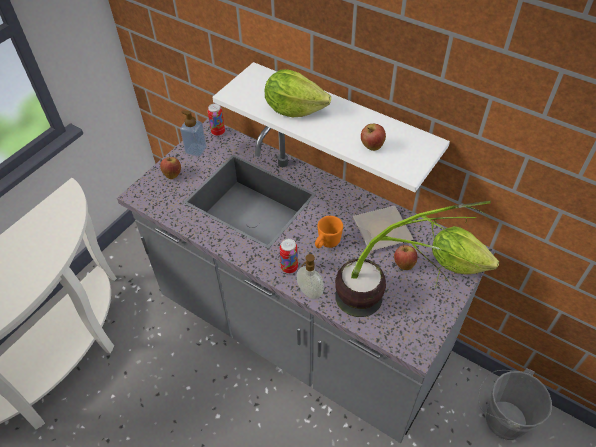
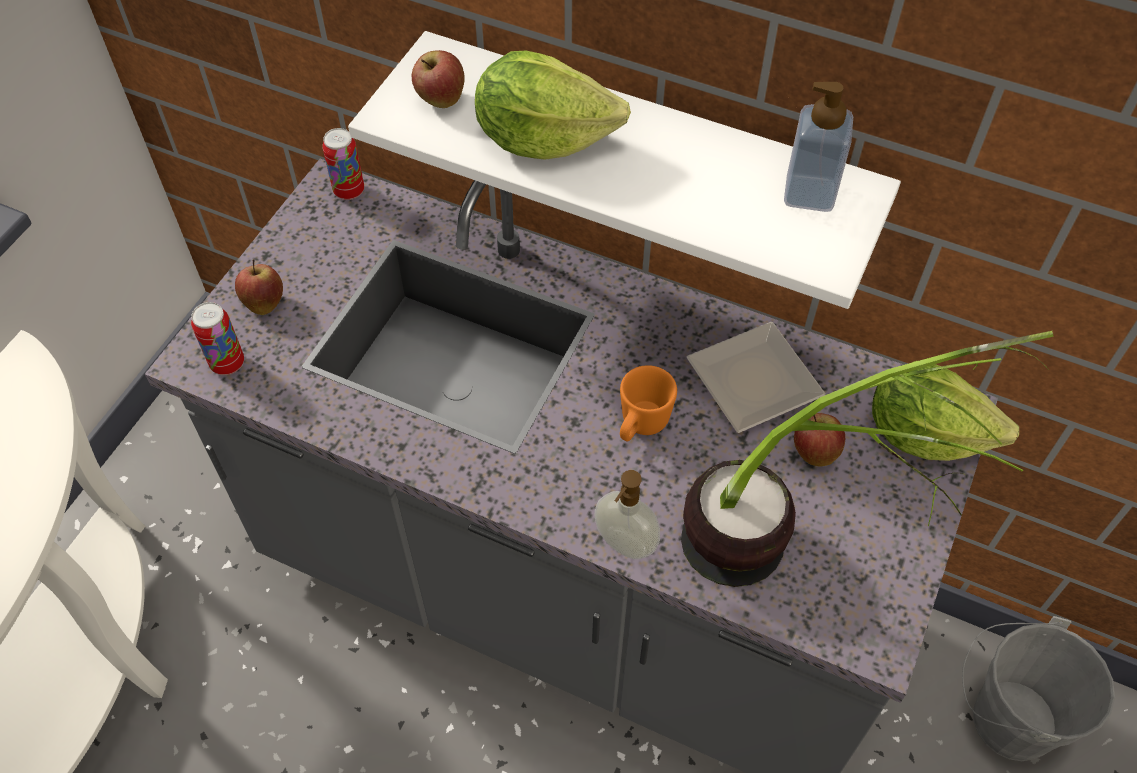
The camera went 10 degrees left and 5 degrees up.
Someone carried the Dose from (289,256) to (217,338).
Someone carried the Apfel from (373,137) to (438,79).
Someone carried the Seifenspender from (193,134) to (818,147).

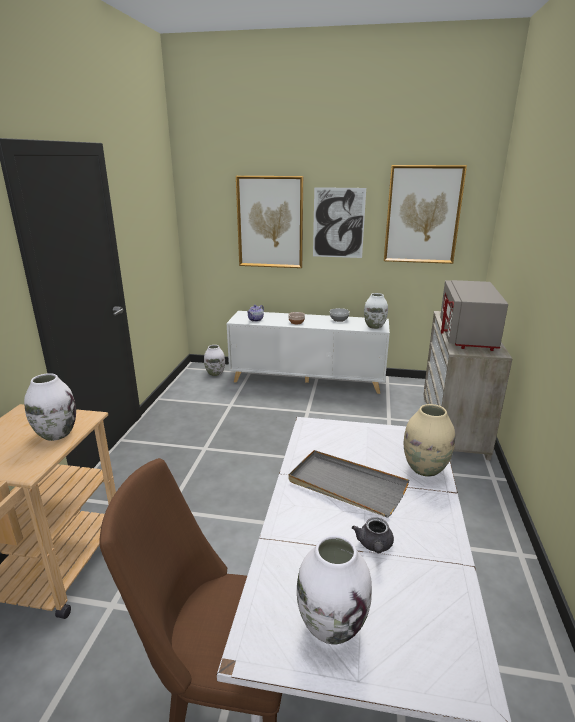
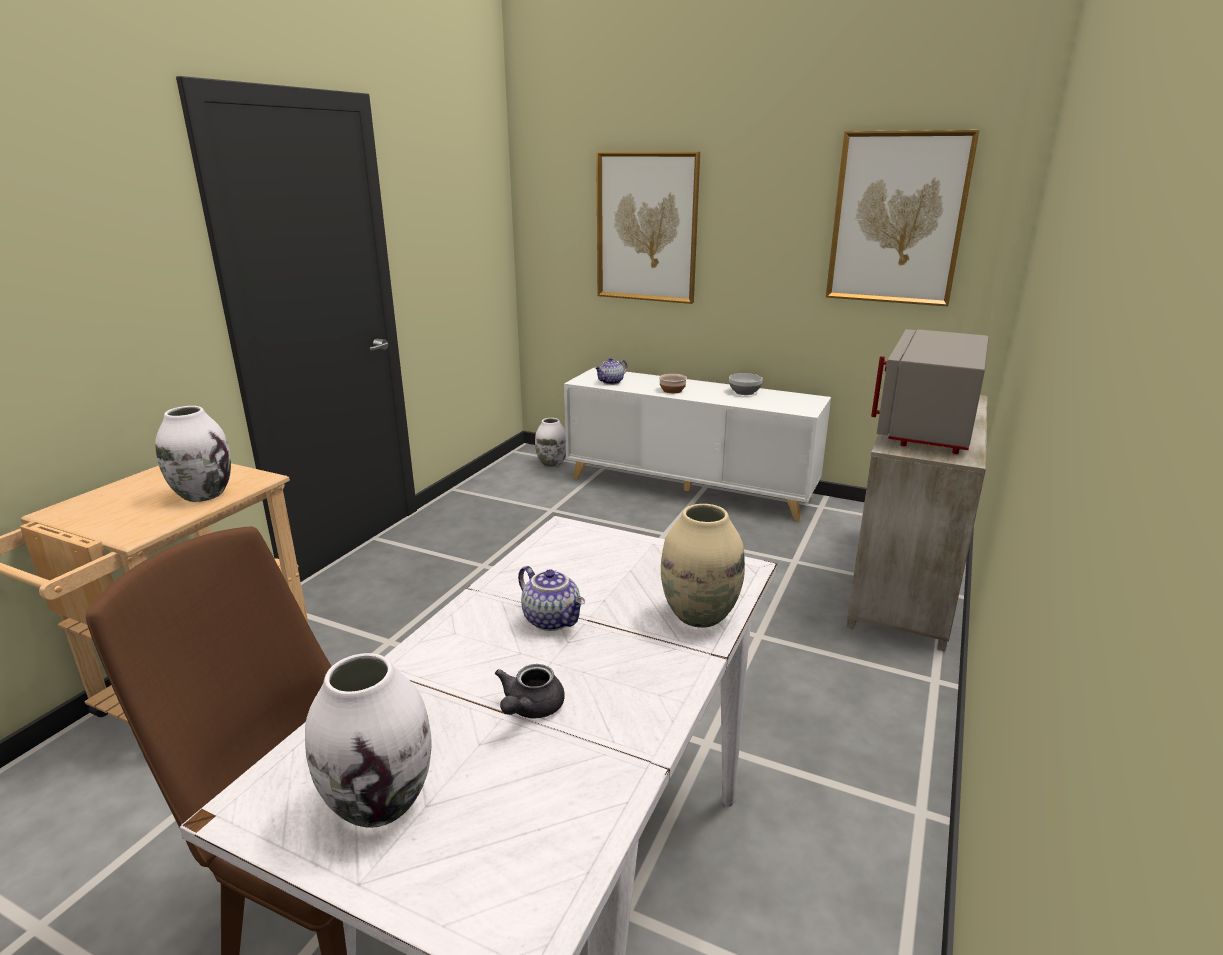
The camera went 15 degrees right and 0 degrees up.
Someone swapped the Tablett [grau] at (349,484) for the Teekanne at (551,598).
Someone took away the Bild at (339,222).
Someone took away the Vase [weiß] at (376,311).

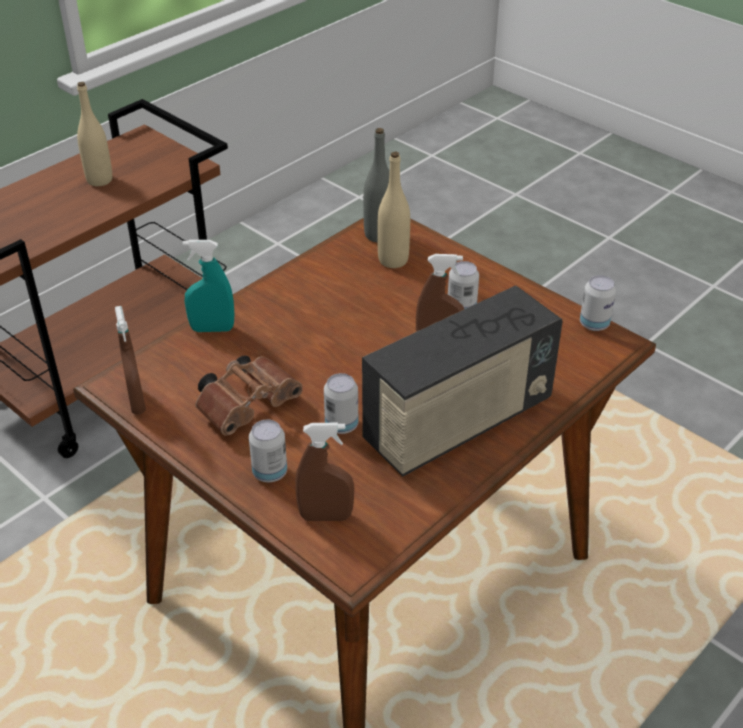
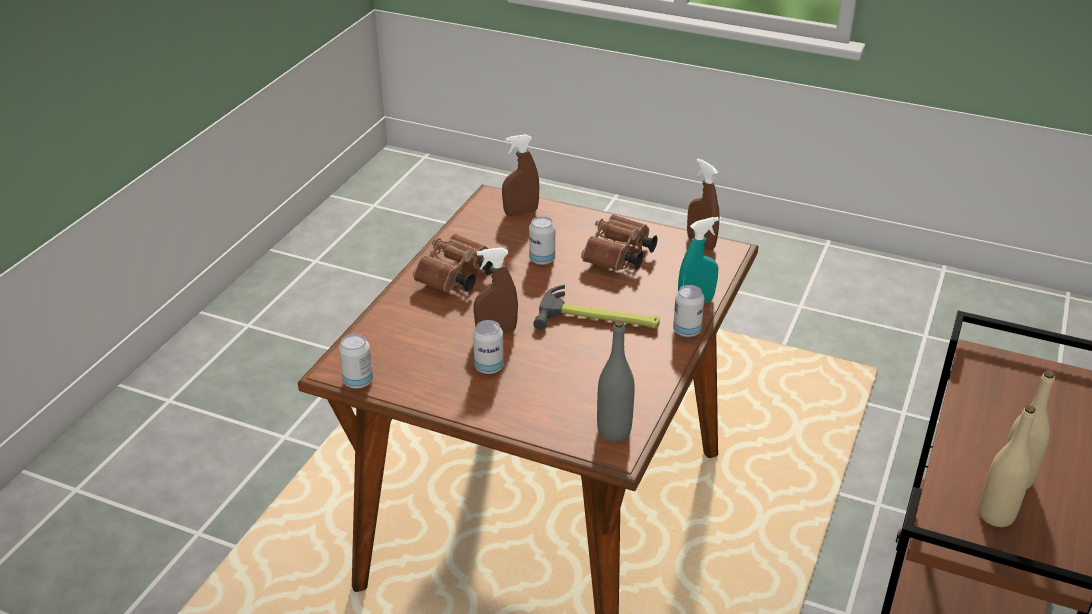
The camera went 160 degrees right and 5 degrees down.
Someone swapped the Radio at (462,381) for the Fernglas [braun] at (453,263).
Someone put down the Hammer at (596,307).
Someone carried the Dose from (268,451) to (688,311).
Someone carried the Flasche [beige] from (393,209) to (1007,466).

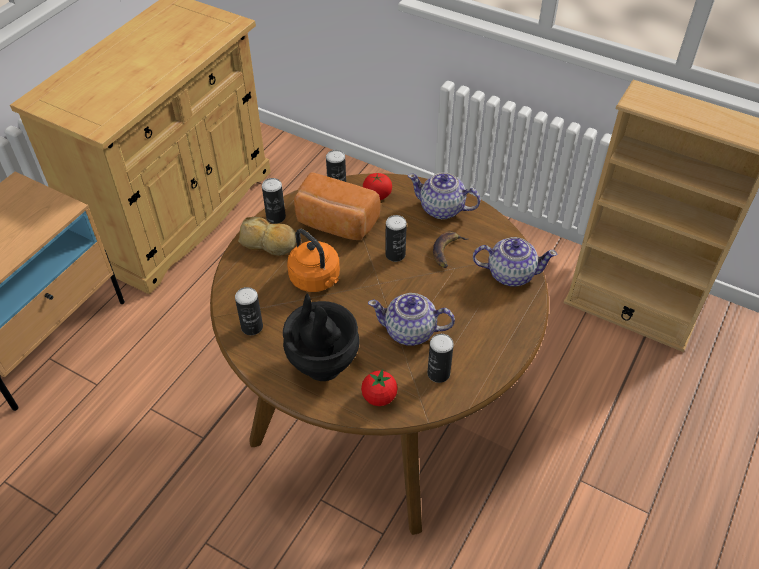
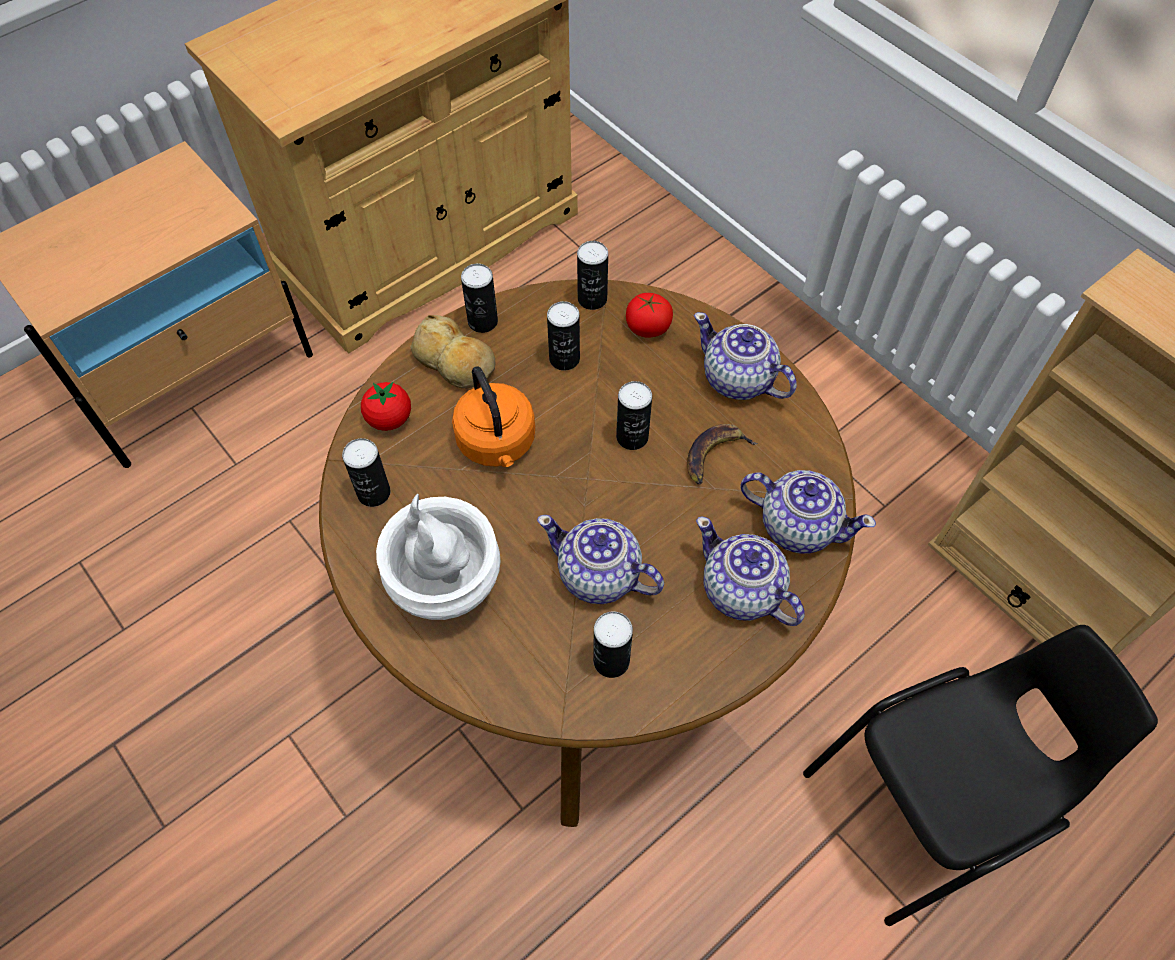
The camera went 20 degrees right and 10 degrees up.
Someone carried the Tomate from (379,387) to (386,406).
Someone repainted the Vase [schwarz] at (321,337), which became the Vase [weiß] at (438,557).
Someone swapped the Brot at (337,206) for the Dose at (563,336).
Someone put down the Teekanne at (750,571).
Someone put down the Stuhl [schwarz] at (980,775).

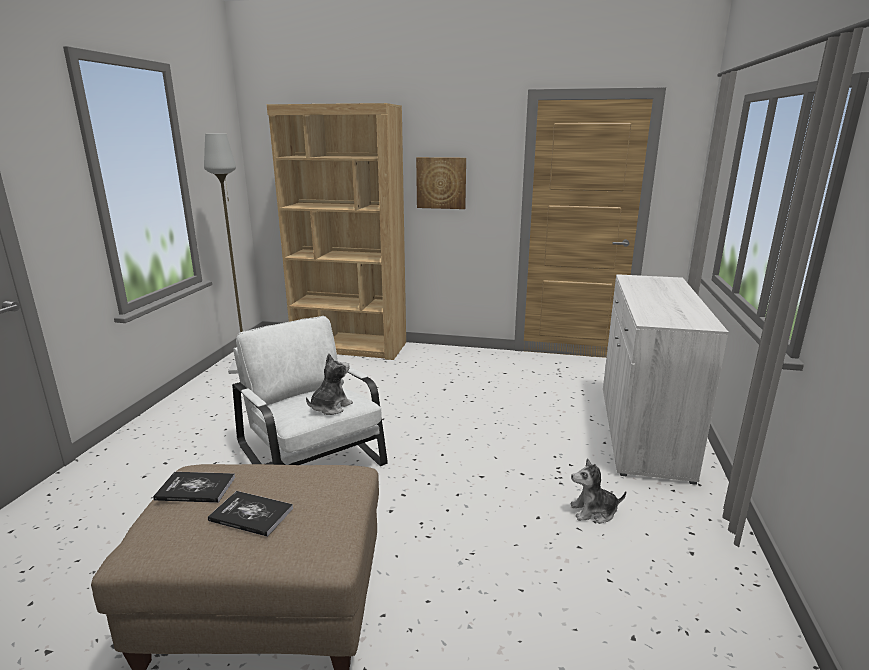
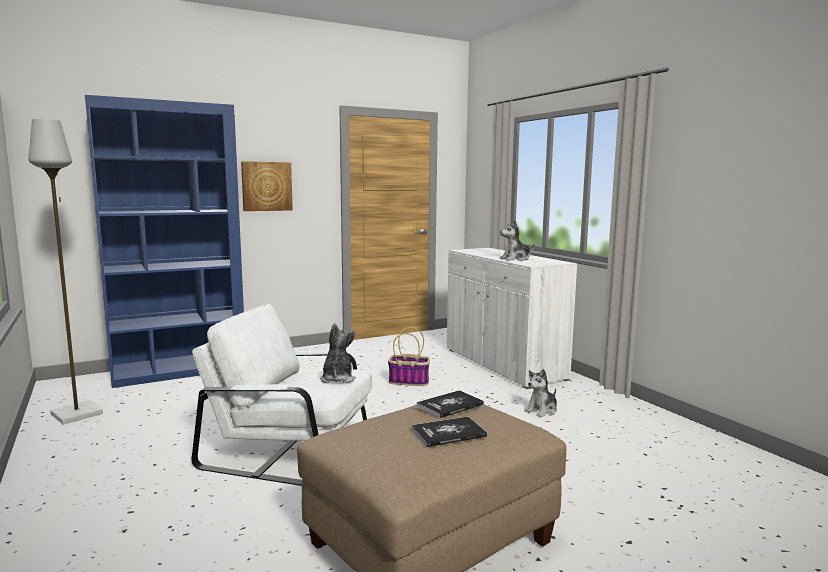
The camera went 40 degrees left and 10 degrees down.
Someone repainted the Bücherregal [braun] at (336,231), which became the Bücherregal [blau] at (164,241).
Someone put down the Korb at (409,356).
Someone carried the Buch from (194,487) to (450,404).
Someone put down the Plüschtier at (517,240).

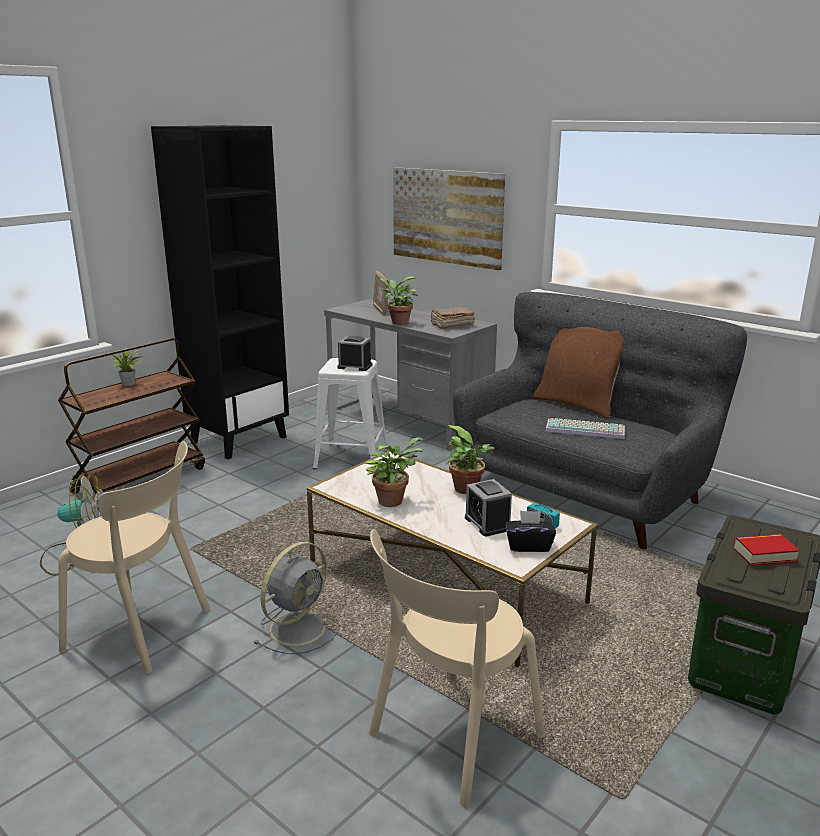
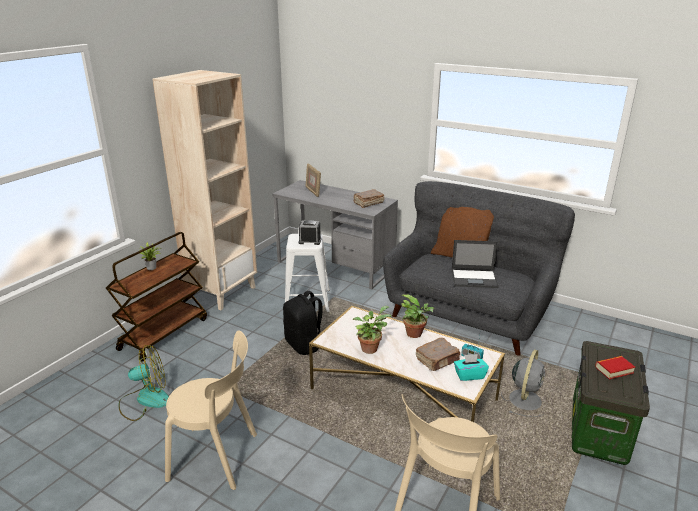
The camera went 10 degrees left and 5 degrees up.
Someone repainted the Bücherregal [schwarz] at (220,292), which became the Bücherregal [beige] at (204,190).
Someone put down the Rucksack [schwarz] at (303,323).
Someone swapped the Wecker at (488,507) for the Buch [braun] at (438,354).
Someone swapped the Tastatur at (585,428) for the Laptop at (475,264).
Someone repainted the Taschentuchbox [schwarz] at (530,531), which became the Taschentuchbox [türkis] at (471,367).
Someone carried the Ventilator [grau] from (294,598) to (523,383).
Someone took away the Topfpflanze at (398,300).
Someone took away the Bild at (449,218).

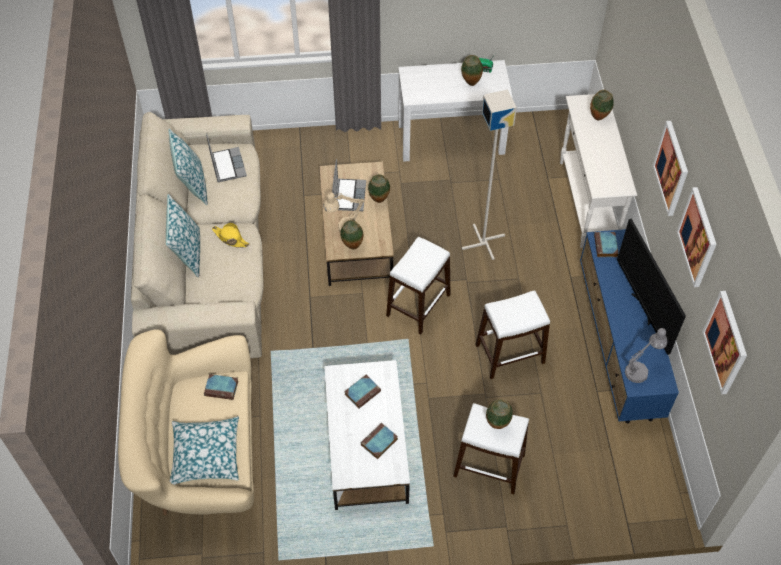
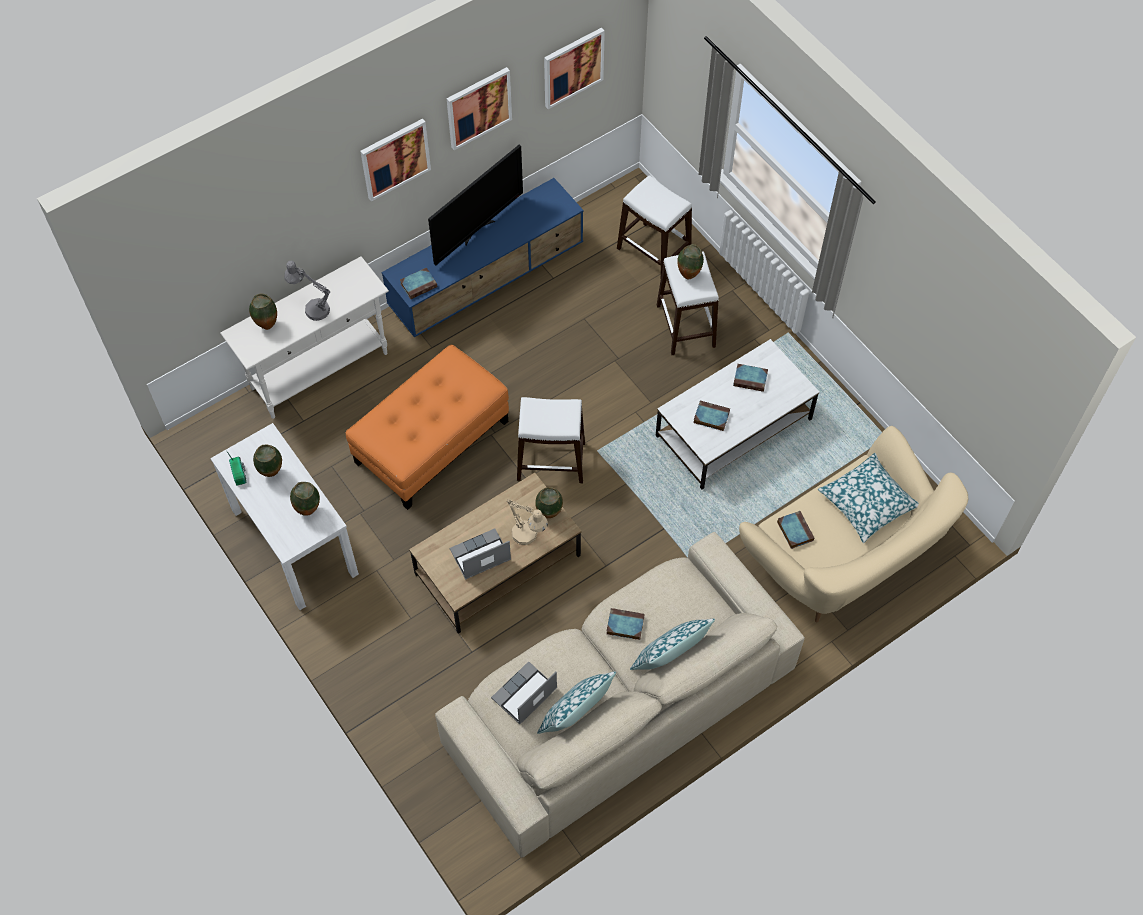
The camera went 120 degrees left and 5 degrees up.
Someone carried the Tischlampe [grau] from (646,355) to (307,291).
Someone carried the Vase from (379,188) to (305,499).
Someone swapped the Stehlampe [grau] at (489,175) for the Polsterhocker [orange] at (427,427).
Someone swapped the Hut [gelb] at (231,235) for the Buch at (625,624).
Someone carried the Hocker [weiß] from (513,334) to (654,225).

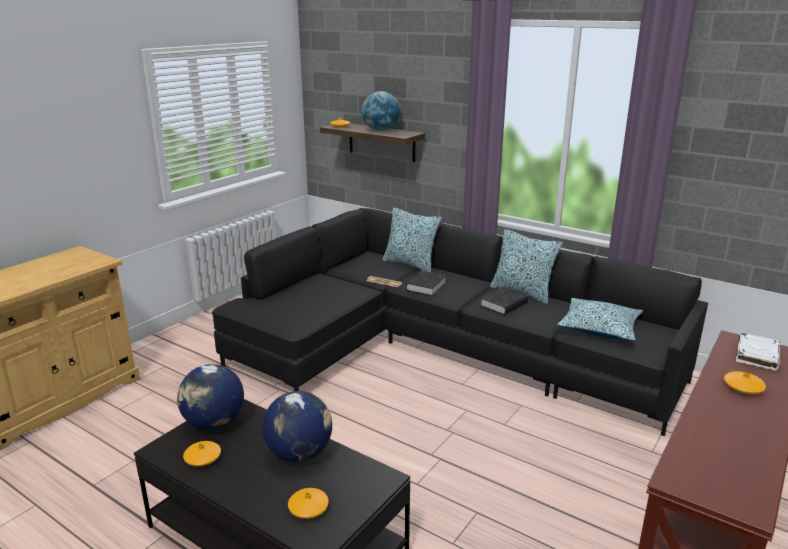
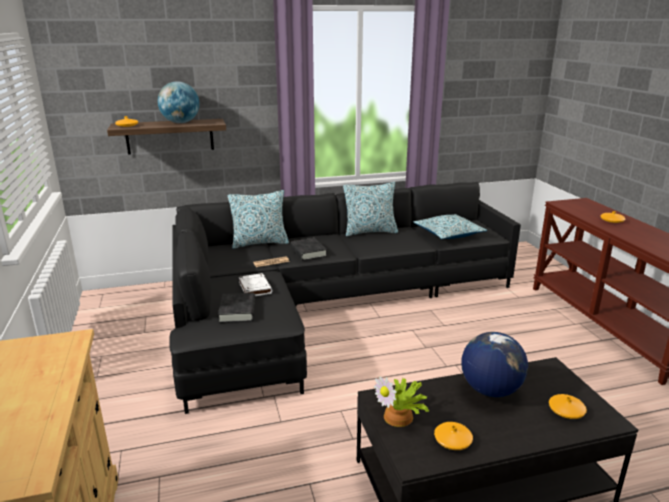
The camera went 50 degrees left and 0 degrees up.
Someone carried the Buch [schwarz] from (504,301) to (236,308).
Someone carried the Buch [weiß] from (758,352) to (256,284).
Someone swapped the Globus at (210,397) for the Topfpflanze at (401,401).

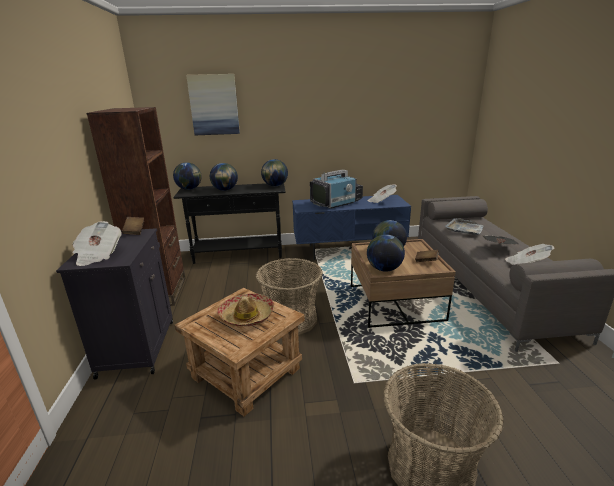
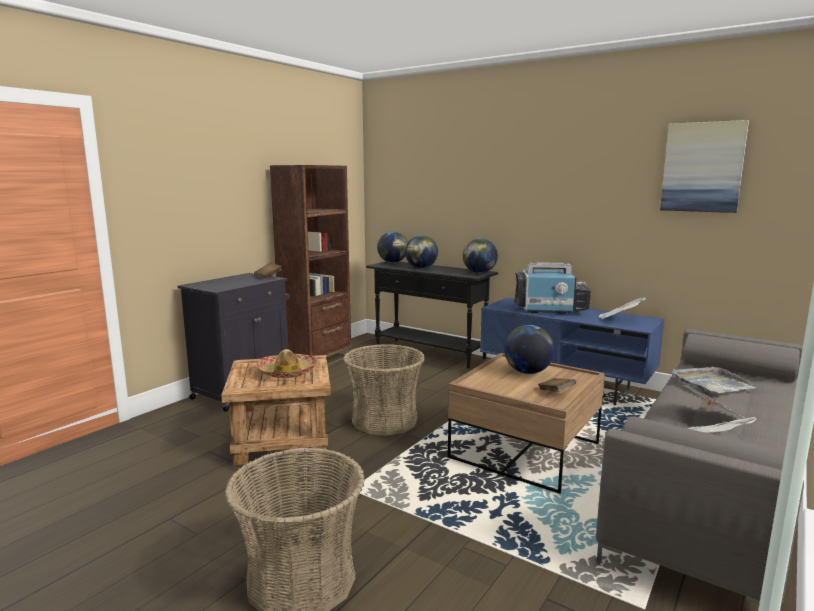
The camera went 40 degrees right and 10 degrees down.
Someone carried the Bild from (213,104) to (704,166).
Someone took away the Zeitung at (97,243).
Someone took away the Globus at (386,252).

